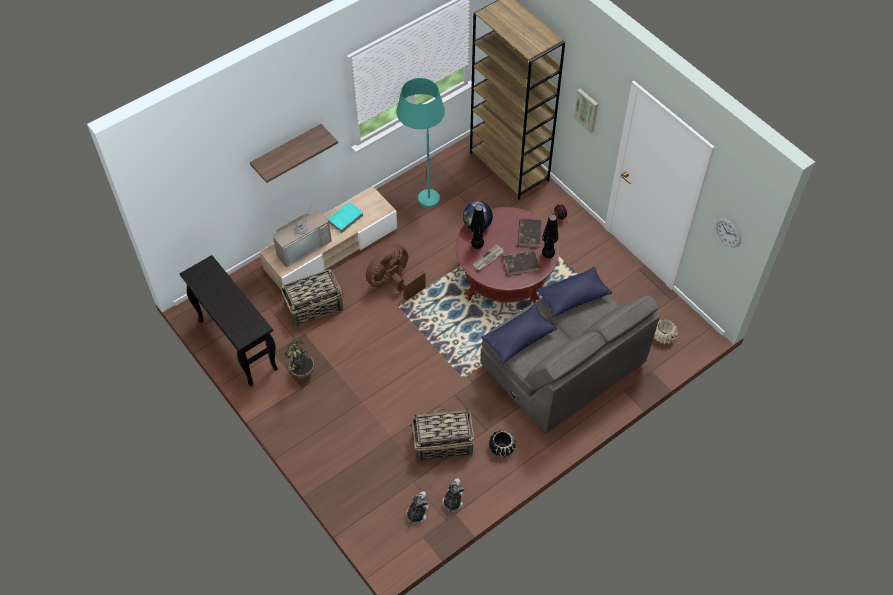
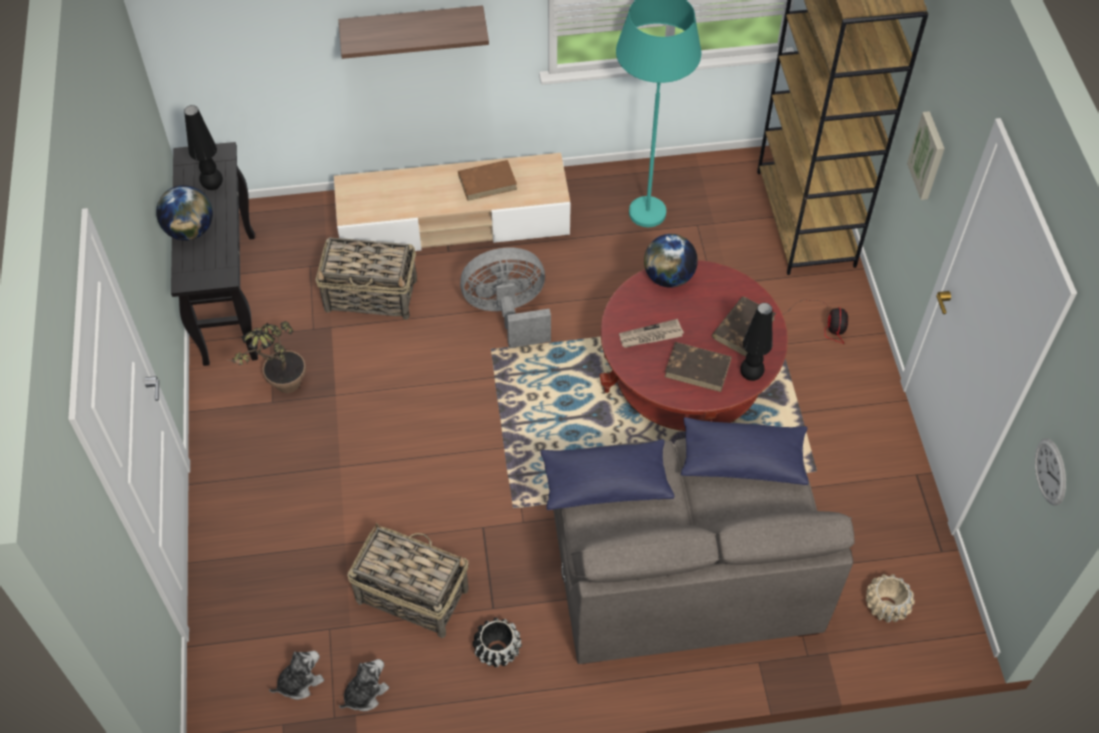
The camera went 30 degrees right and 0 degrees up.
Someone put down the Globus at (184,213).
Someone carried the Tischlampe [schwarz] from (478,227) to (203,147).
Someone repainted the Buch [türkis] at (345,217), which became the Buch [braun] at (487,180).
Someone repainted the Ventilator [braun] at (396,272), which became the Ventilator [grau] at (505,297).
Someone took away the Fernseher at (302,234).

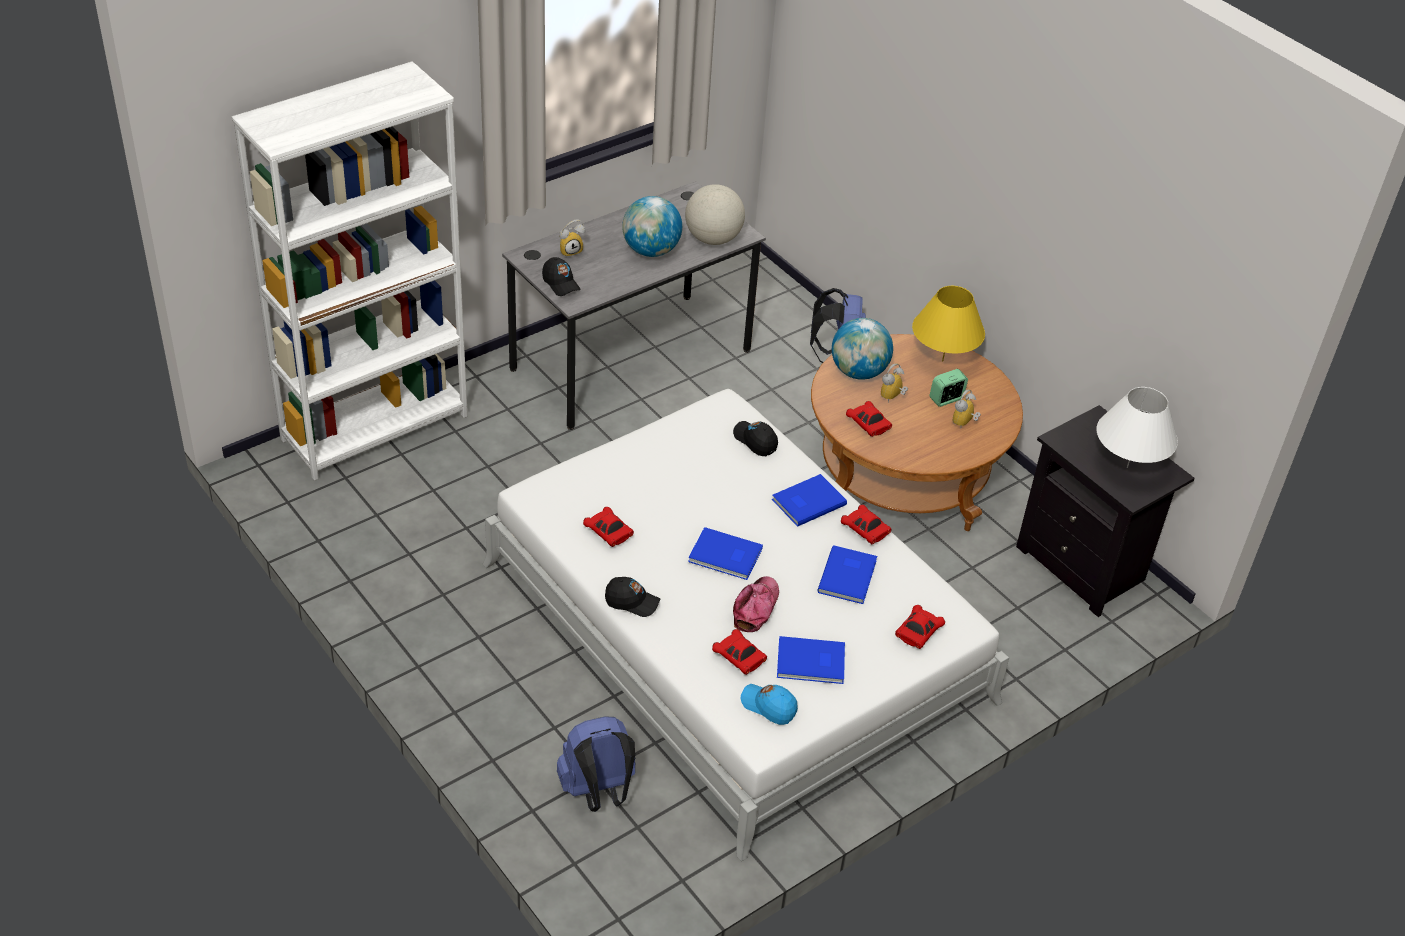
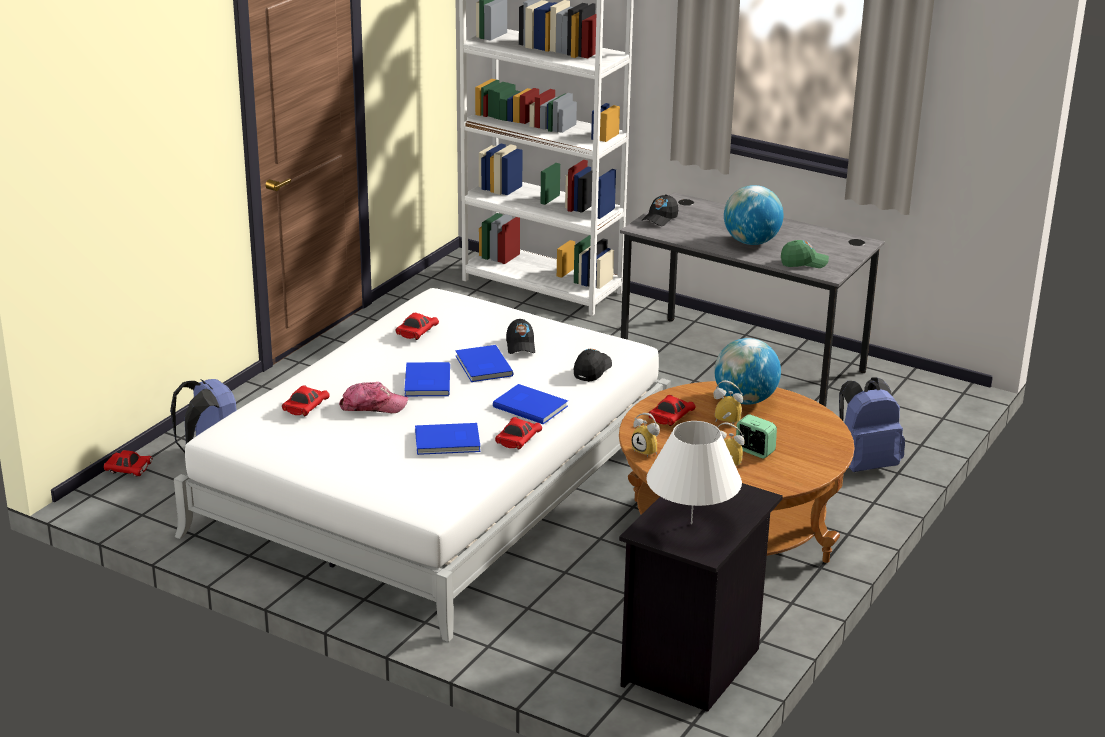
The camera went 70 degrees right and 15 degrees down.
Someone carried the Spielzeugauto [rot] from (920,627) to (128,463).
Someone carried the Buch [blau] from (811,660) to (484,363).
Someone carried the Kappe [schwarz] from (632,597) to (520,336).
Someone carried the Wecker from (572,237) to (645,435).
Someone swapped the Globus at (715,214) for the Kappe [grün] at (805,254).
Someone took away the Kappe [blau] at (769,704).
Someone took away the Tischlampe [gelb] at (948,323).

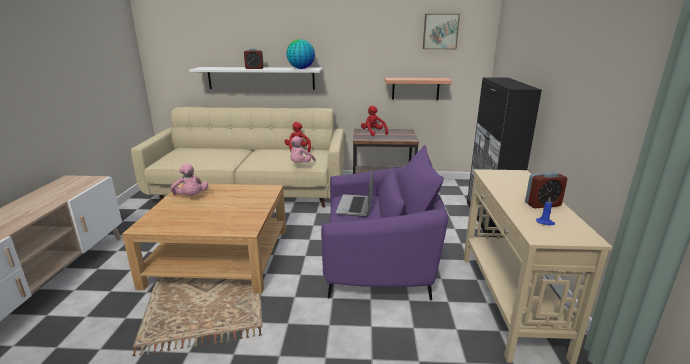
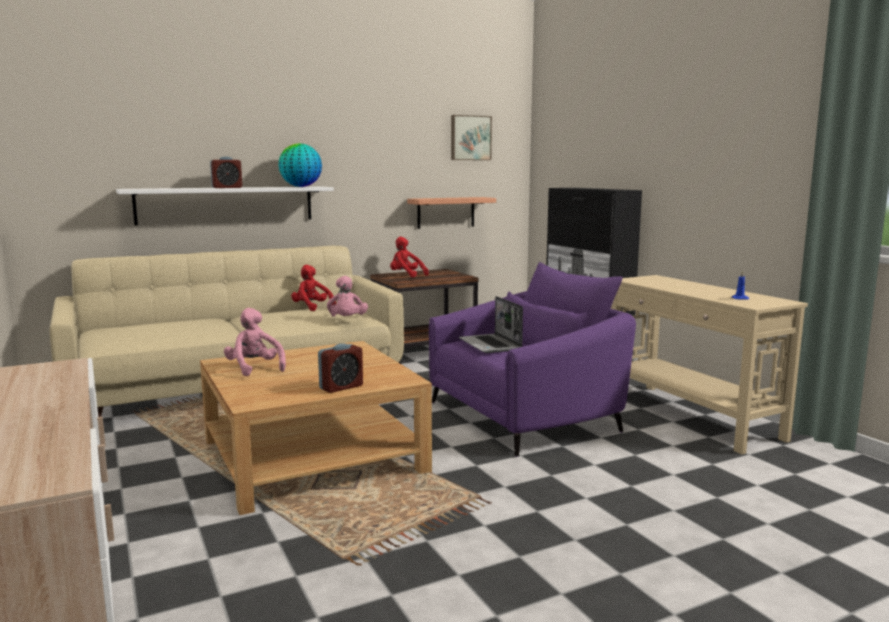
The camera went 30 degrees left and 10 degrees down.
Someone rotated the Plüschtier [rosa] at (189,180) by 150 degrees counterclockwise.
Someone carried the Wecker from (546,190) to (340,368).

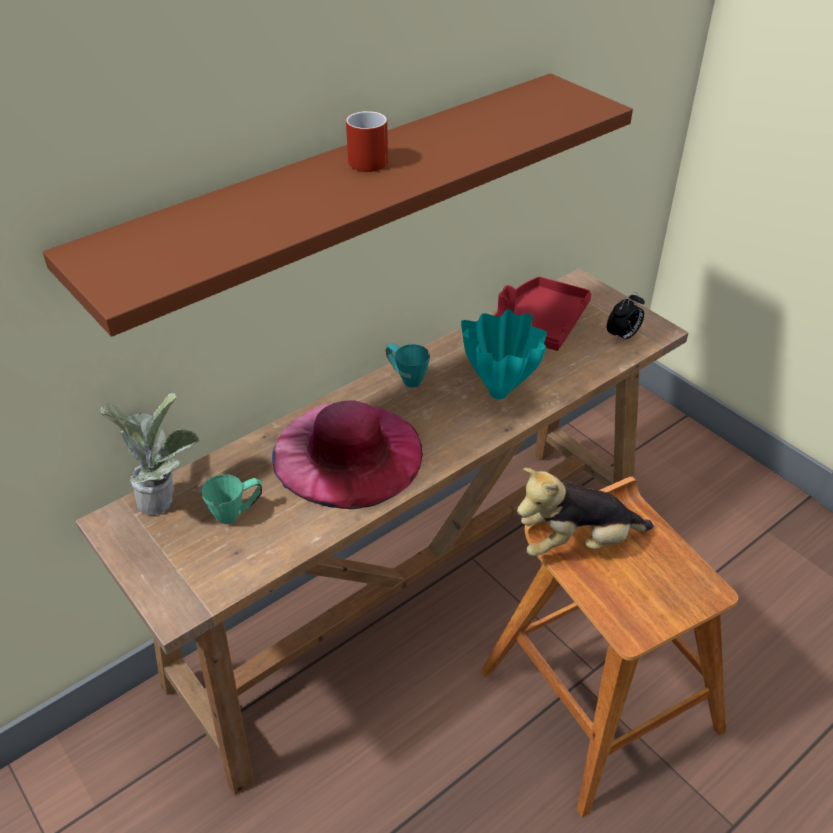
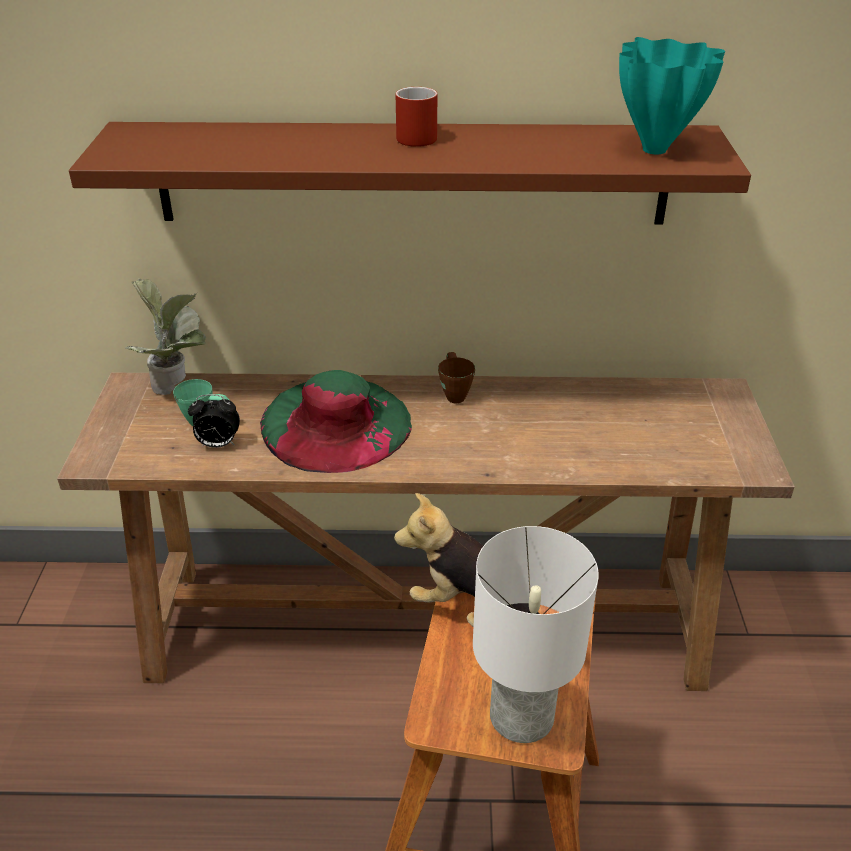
The camera went 40 degrees right and 5 degrees down.
Someone carried the Wecker from (626,317) to (214,421).
Someone repainted the Hut [rosa] at (347,454), which became the Hut [grün] at (336,421).
Someone repainted the Henkelbecher [türkis] at (407,365), which became the Henkelbecher [braun] at (456,377).
Someone put down the Tischlampe [weiß] at (536,634).
Someone carried the Vase [türkis] from (504,354) to (672,95).
Someone took away the Tablett [rot] at (542,314).

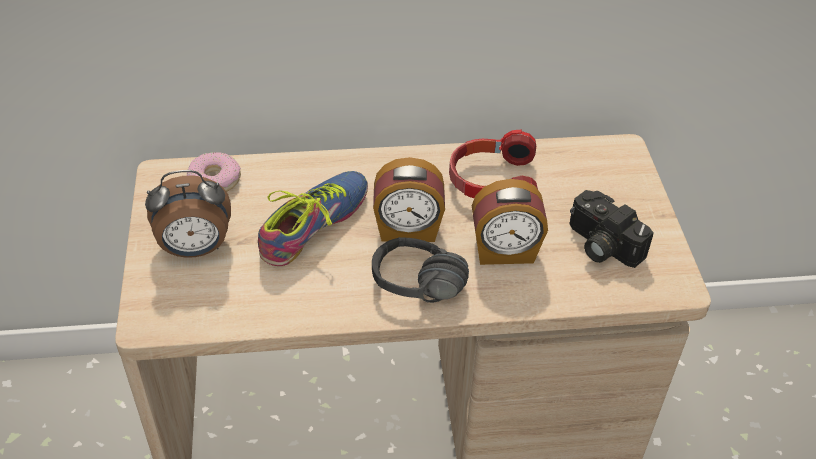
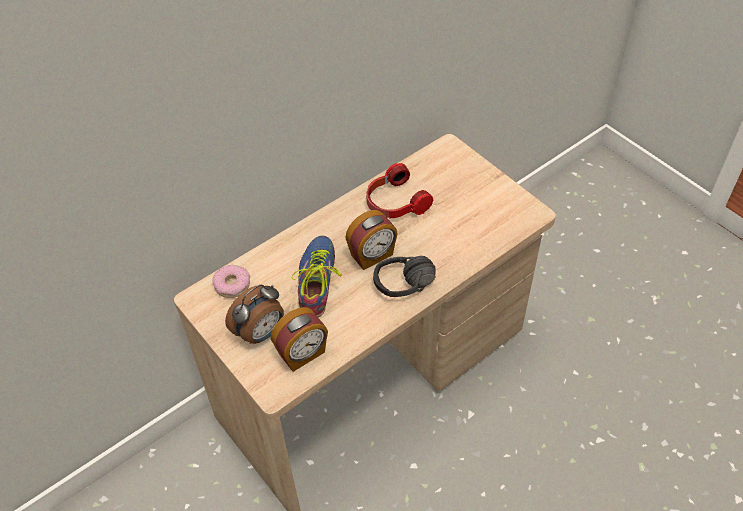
The camera went 30 degrees left and 5 degrees up.
Someone carried the Wecker from (510,222) to (299,339).
Someone took away the Kamera at (611,229).

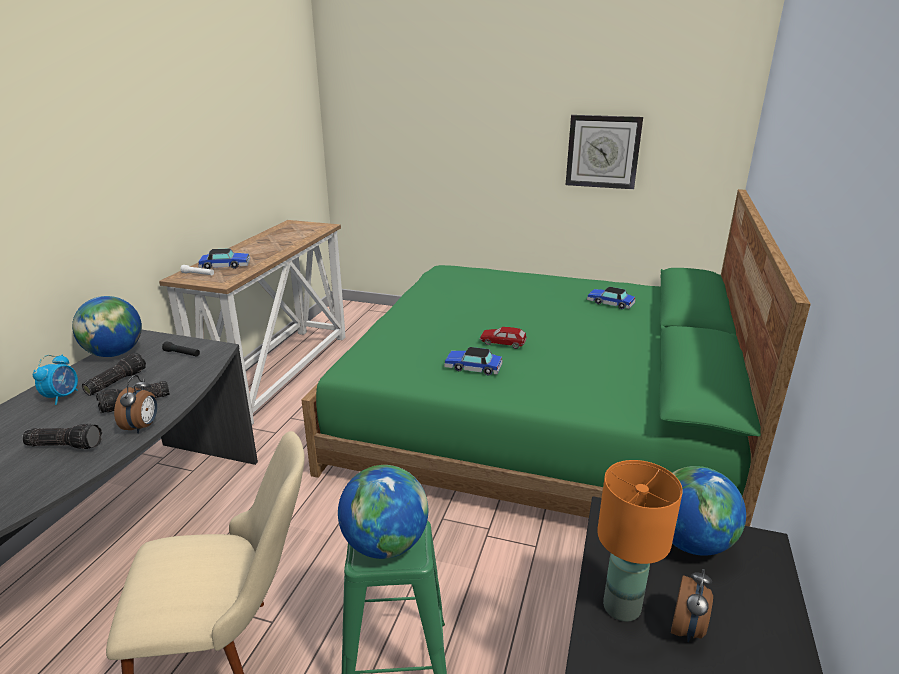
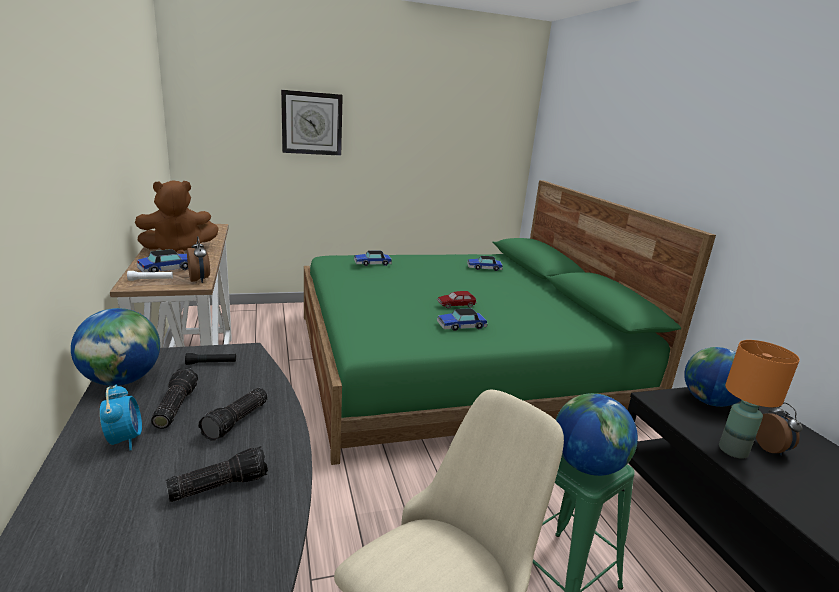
The camera went 35 degrees left and 5 degrees down.
Someone put down the Plüschtier [braun] at (177,217).
Someone carried the Wecker from (135,404) to (198,259).
Someone carried the Wanduhr from (604,152) to (312,123).
Someone put down the Spielzeugauto at (373,258).

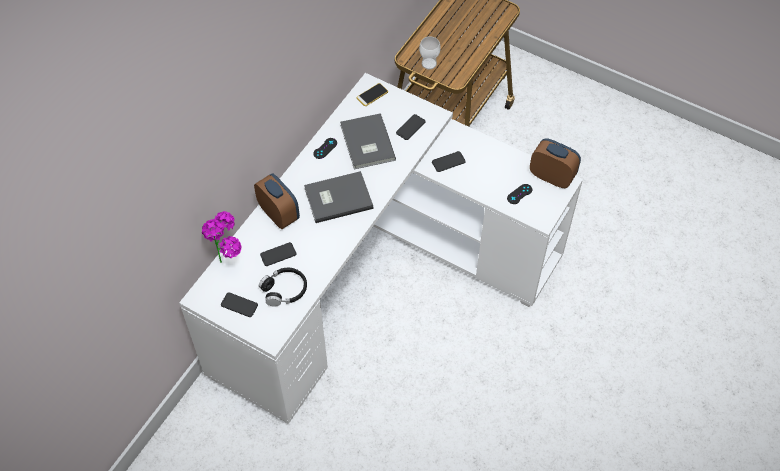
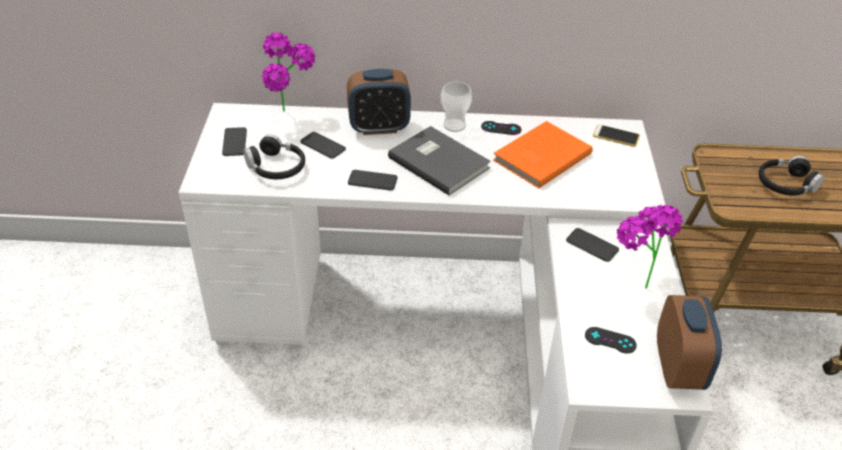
The camera went 60 degrees right and 15 degrees down.
Someone rotated the Wecker at (277,201) by 60 degrees clockwise.
Someone carried the Handy from (411,127) to (372,180).
Someone carried the Tasse from (430,52) to (456,107).
Someone repainted the Buch [grau] at (368,141), which became the Buch [orange] at (543,154).
Someone put down the Topfpflanze at (650,246).
Someone put down the Kopfhörer [schwarz] at (791,175).

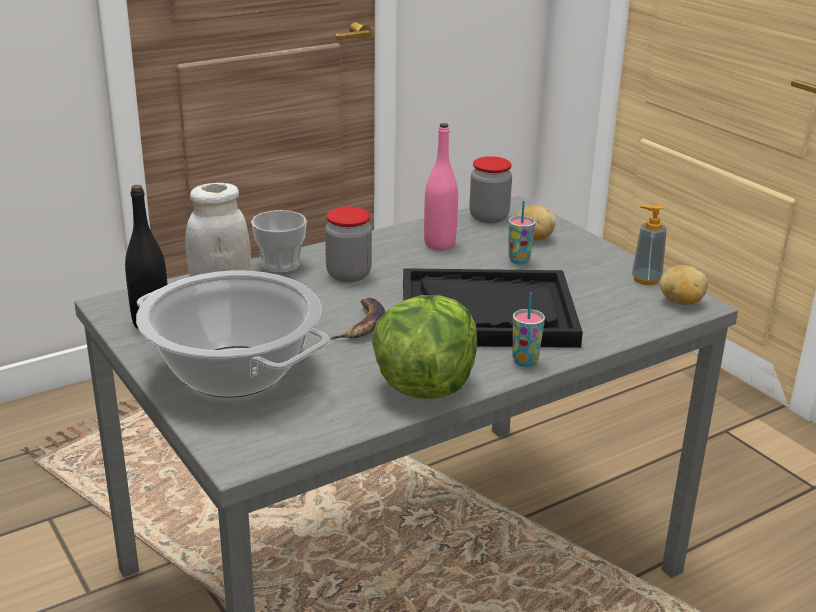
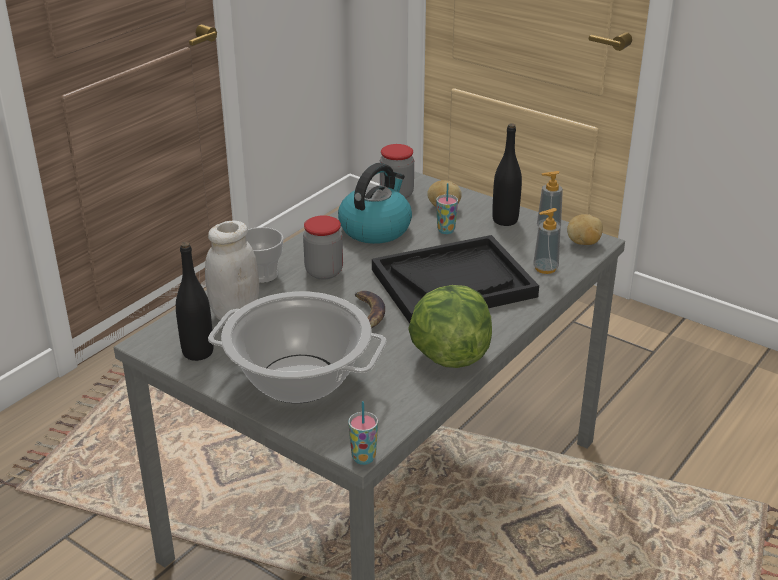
The camera went 20 degrees left and 5 degrees up.
Someone swapped the Flasche [rosa] at (441,186) for the Wasserkessel at (375,203).
Someone carried the Tasse from (528,330) to (363,433).
Someone put down the Flasche [schwarz] at (507,174).
Someone put down the Seifenspender at (546,241).

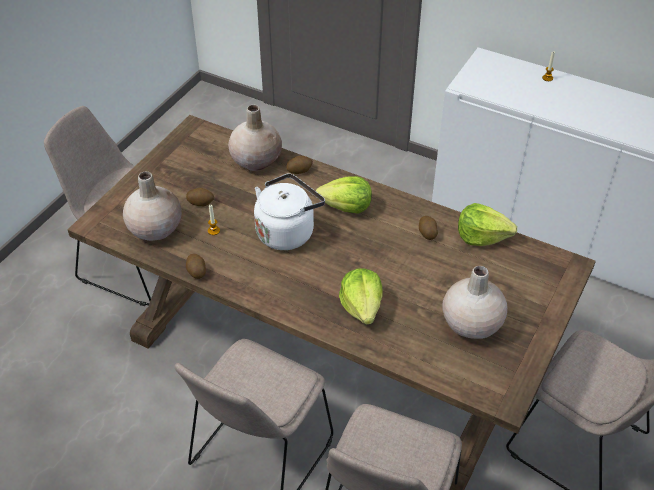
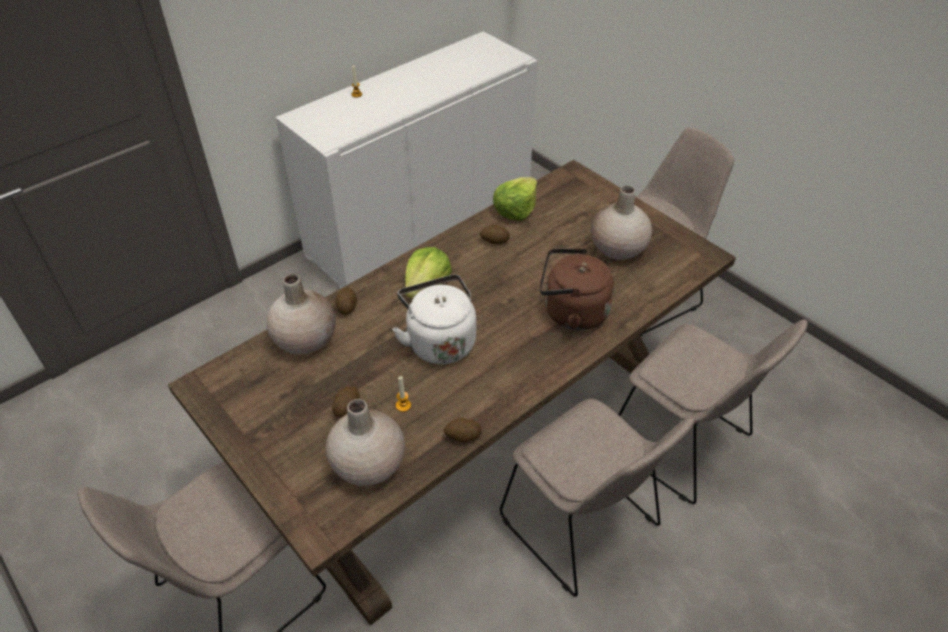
The camera went 70 degrees left and 0 degrees up.
Someone swapped the Salatkopf at (361,297) for the Wasserkessel [braun] at (576,289).

